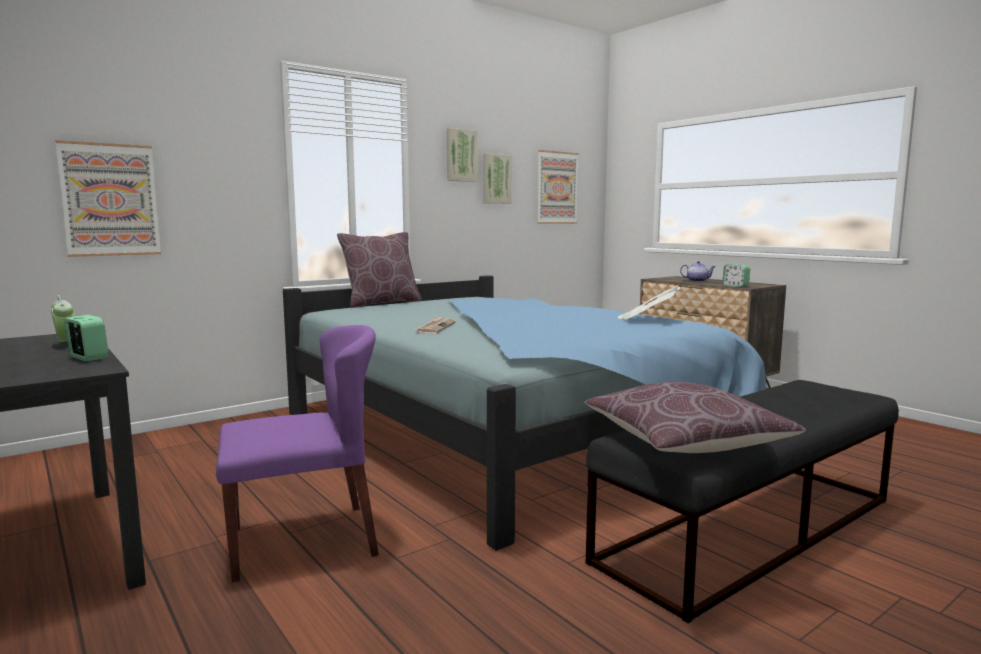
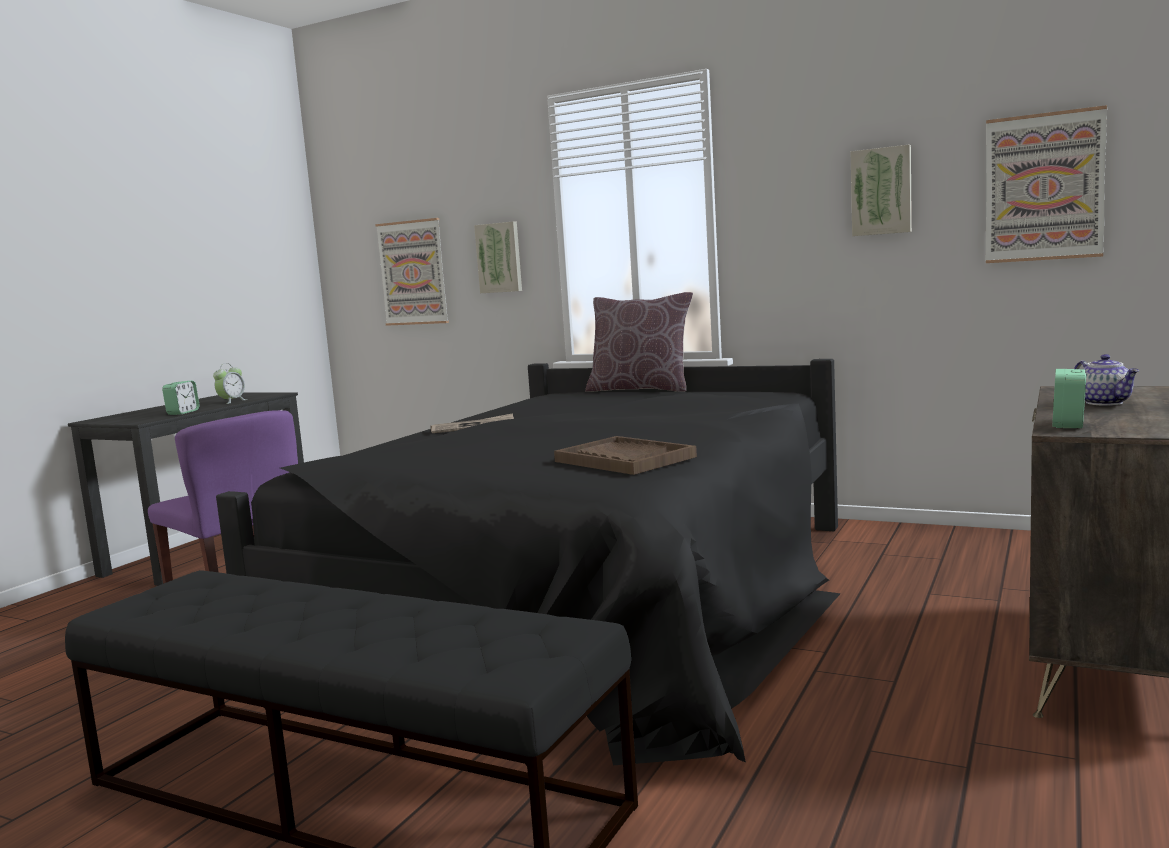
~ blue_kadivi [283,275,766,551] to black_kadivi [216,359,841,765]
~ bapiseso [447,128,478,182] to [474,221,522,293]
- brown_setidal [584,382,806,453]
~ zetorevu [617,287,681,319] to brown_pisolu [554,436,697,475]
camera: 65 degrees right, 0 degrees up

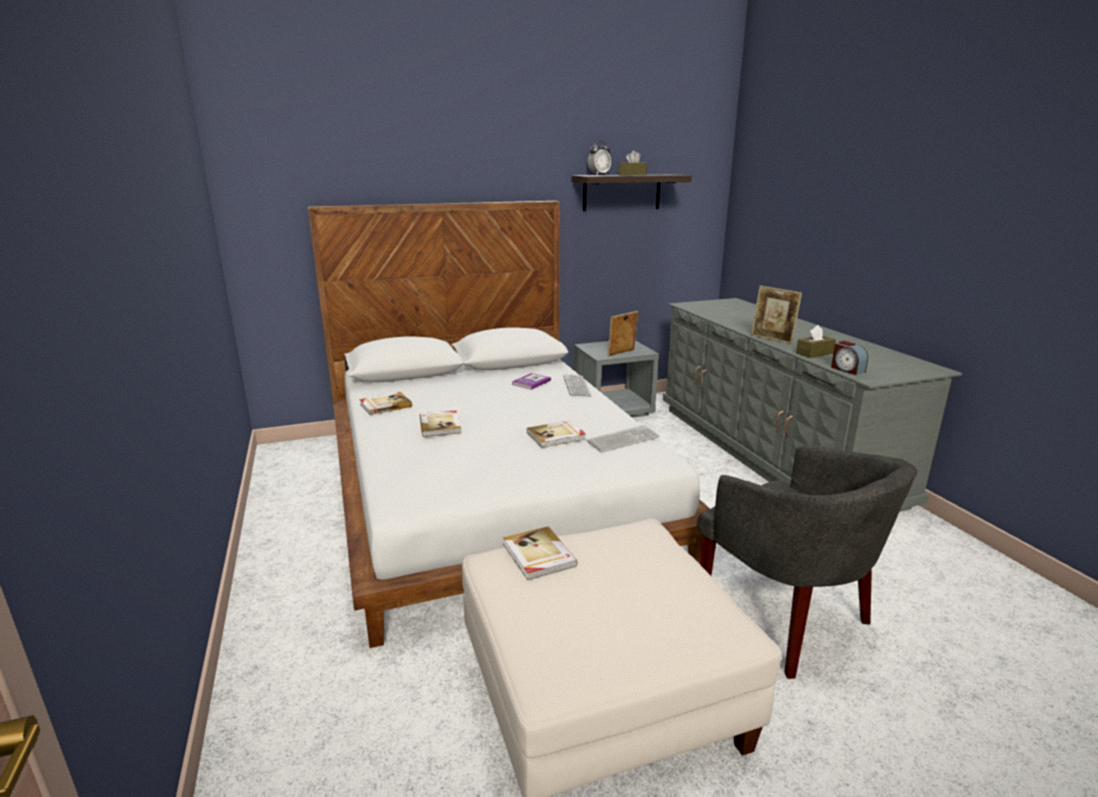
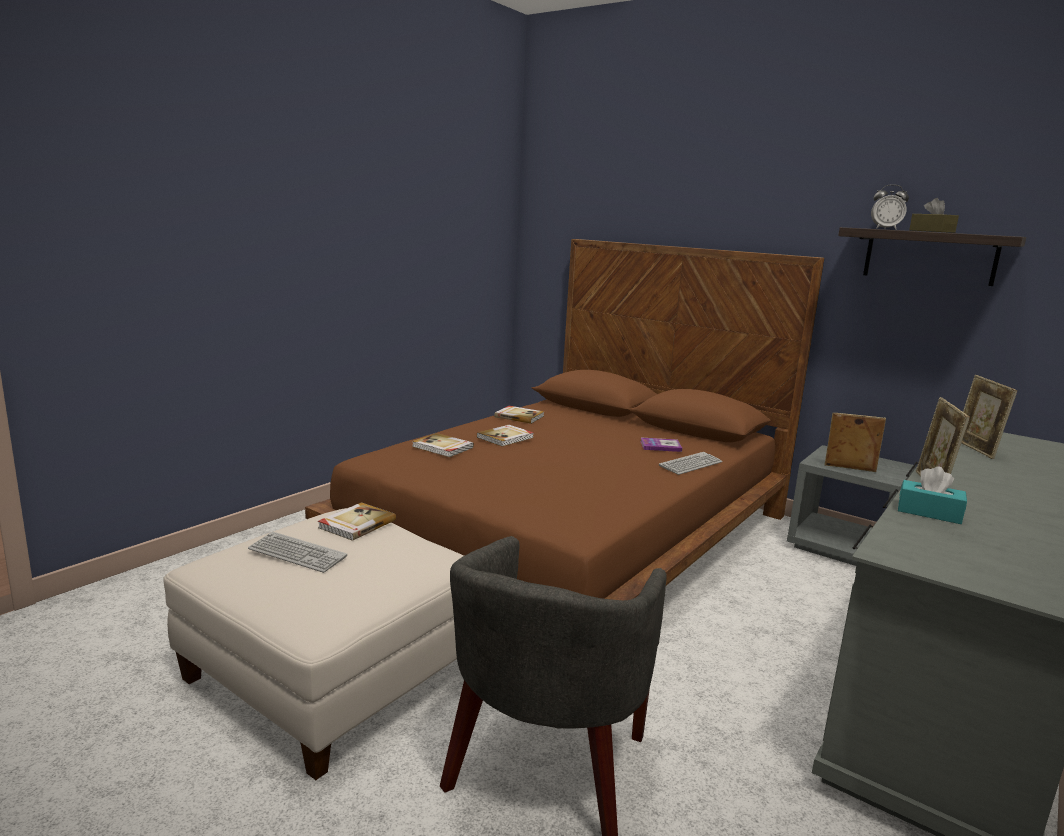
~ white_kadivi [308,201,710,648] to brown_kadivi [305,239,824,600]
~ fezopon [527,420,586,448] to [412,433,474,457]
~ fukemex [587,425,660,452] to [248,532,347,573]
~ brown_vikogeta [796,325,836,358] to turquoise_vikogeta [898,467,967,524]
- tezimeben [831,341,868,375]
+ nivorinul [961,375,1018,459]
camera: 55 degrees right, 5 degrees down

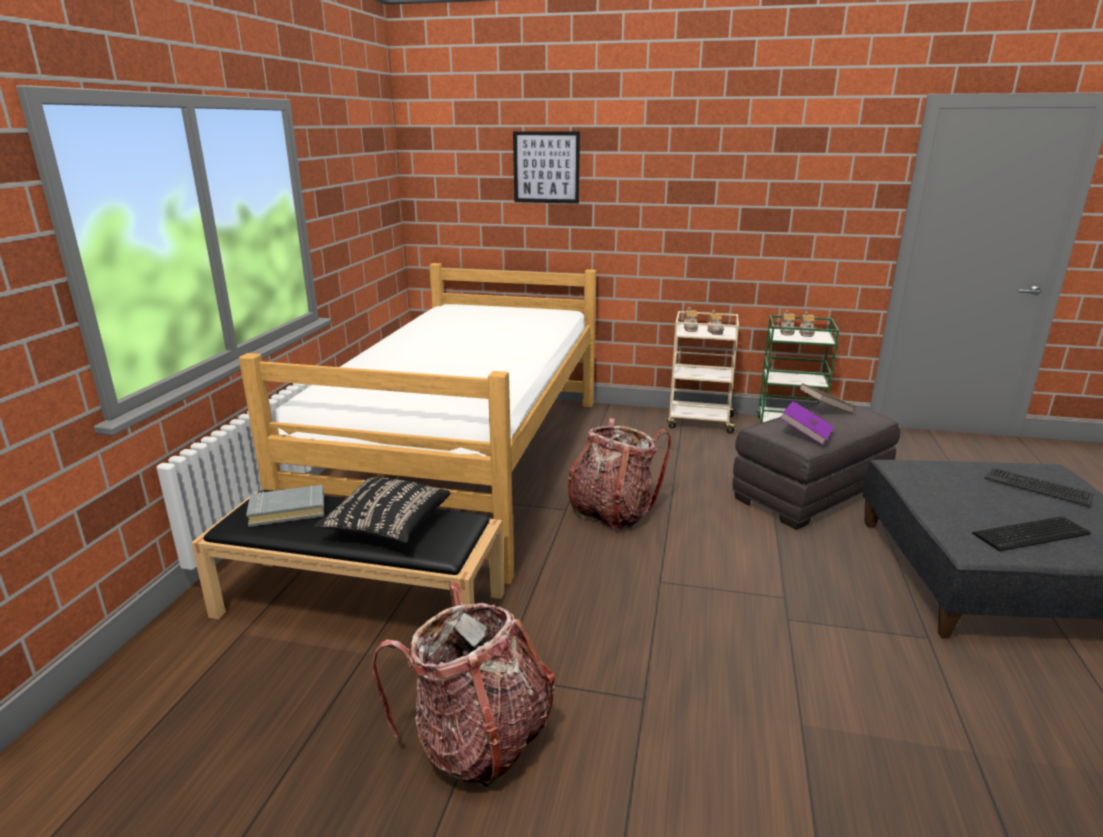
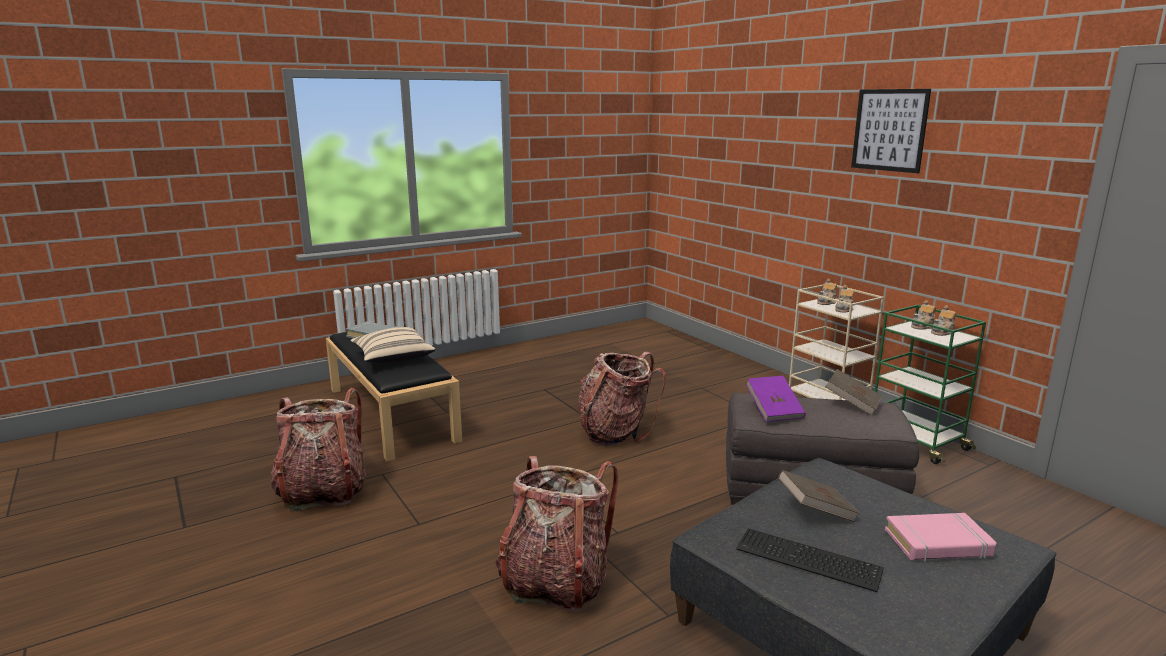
- kadivi [239,263,596,584]
~ black_setidal [314,477,451,543] to beige_setidal [350,327,435,363]
~ bapiseso [513,131,580,204] to [851,89,931,173]
~ fukemex [984,467,1094,507] to pink_fezopon [885,513,996,561]
+ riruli [495,456,618,611]
+ brown_fezopon [778,470,860,522]
camera: 45 degrees right, 5 degrees down

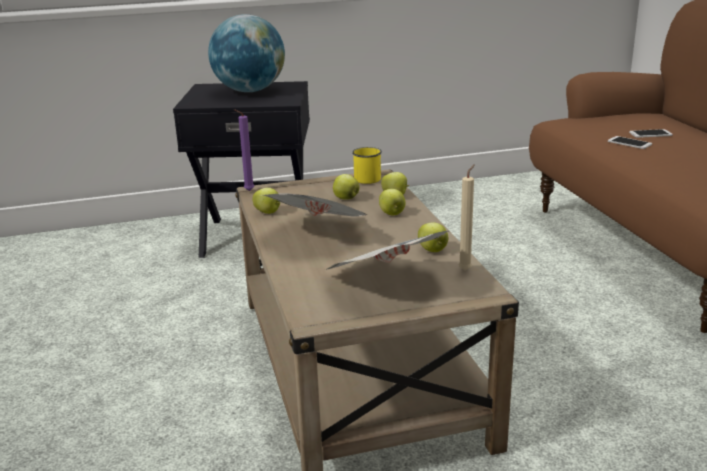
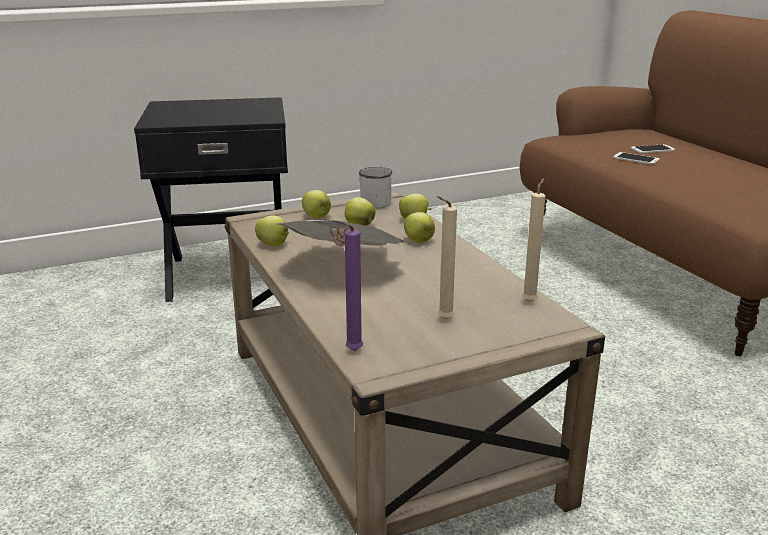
- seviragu [208,14,285,92]
~ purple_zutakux [234,109,254,191] to [340,221,363,351]
~ zetorevu [326,231,449,270] to beige_zutakux [437,196,457,320]
~ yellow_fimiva [352,147,382,184] to white_fimiva [359,167,393,209]
~ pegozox [418,222,448,252] to [302,190,331,218]
camera: 10 degrees left, 0 degrees up

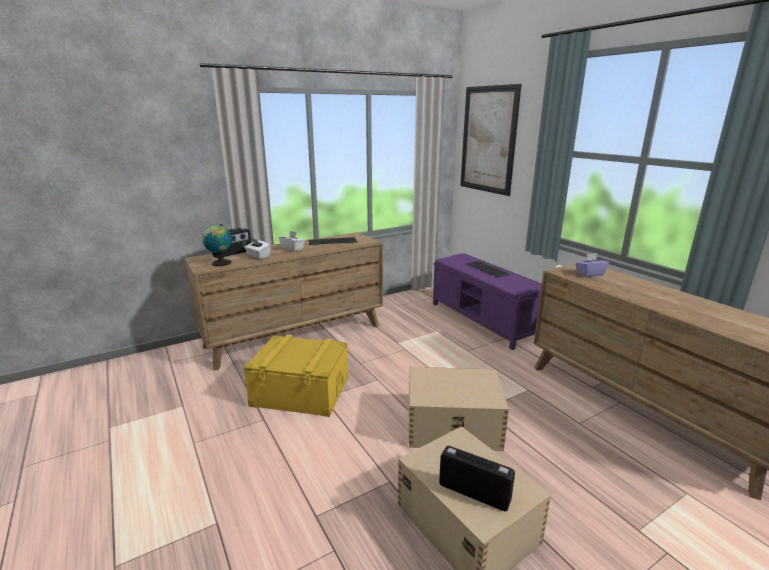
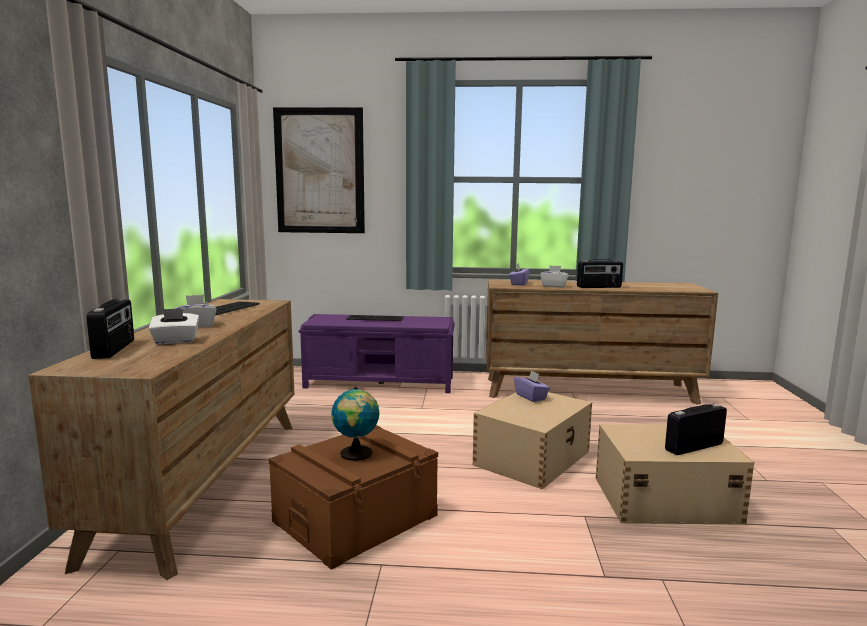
~ seviragu [202,224,232,266] to [331,387,380,461]
~ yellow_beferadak [243,335,348,417] to brown_beferadak [269,425,438,570]
+ purple_vikogeta [514,370,550,402]
+ white_vikogeta [540,265,568,288]
+ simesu [577,259,623,288]
camera: 55 degrees left, 10 degrees down

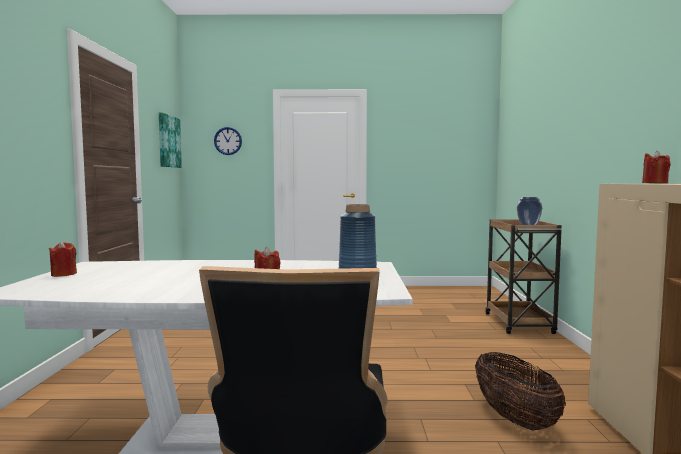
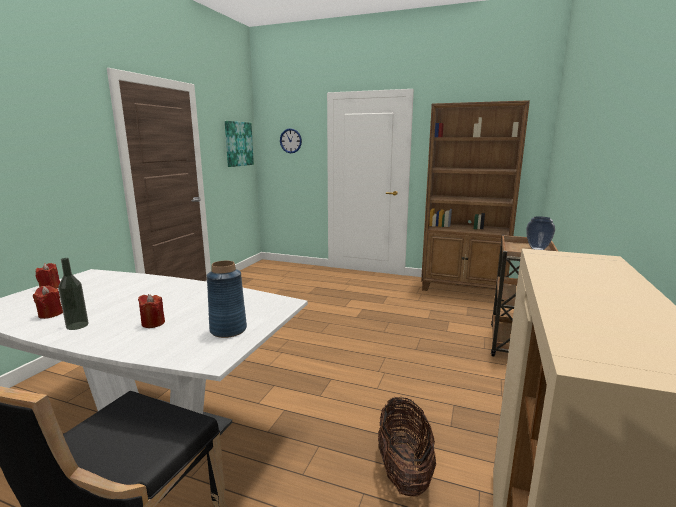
~ red_zutakux [642,151,671,183] to [32,286,63,319]
+ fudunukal [58,258,89,330]
+ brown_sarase [421,100,530,291]
camera: 20 degrees right, 10 degrees up

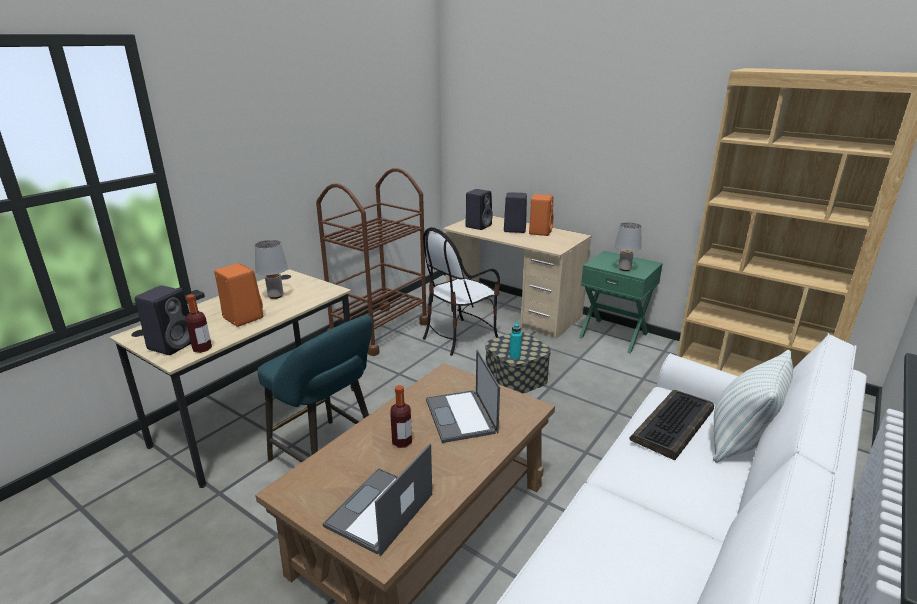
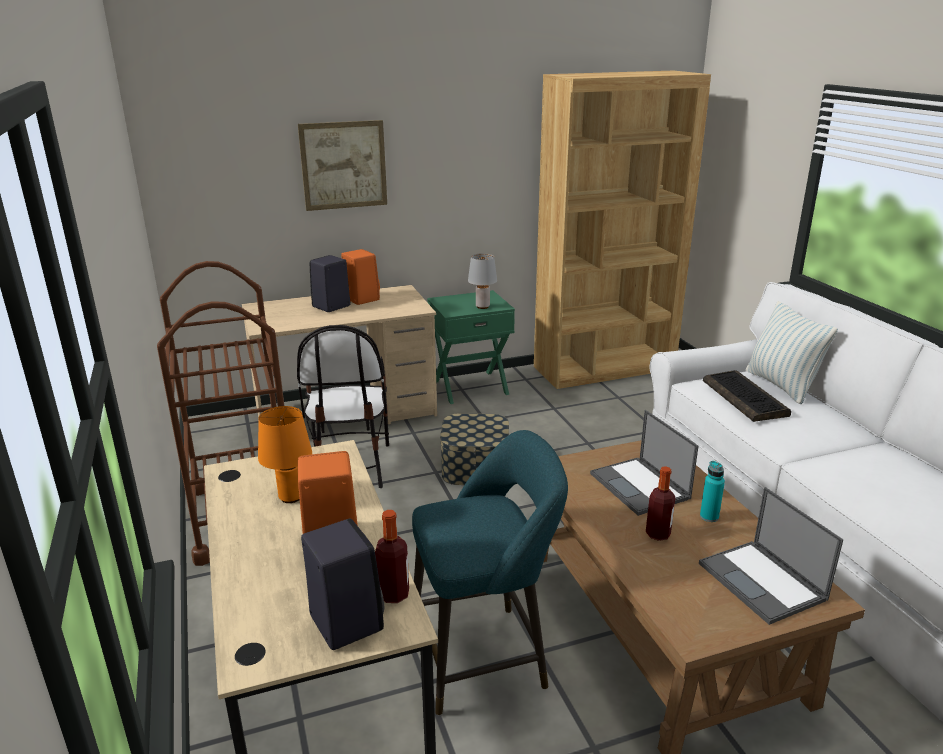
~ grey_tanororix [255,240,288,299] to orange_tanororix [258,406,312,503]
~ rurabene [426,350,500,443] = [590,410,699,516] 45 degrees clockwise
- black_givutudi [465,189,493,230]
~ turquoise_fudunukal [509,322,522,360] to [700,461,725,522]
+ bapiseso [298,120,387,211]
camera: 55 degrees left, 0 degrees up

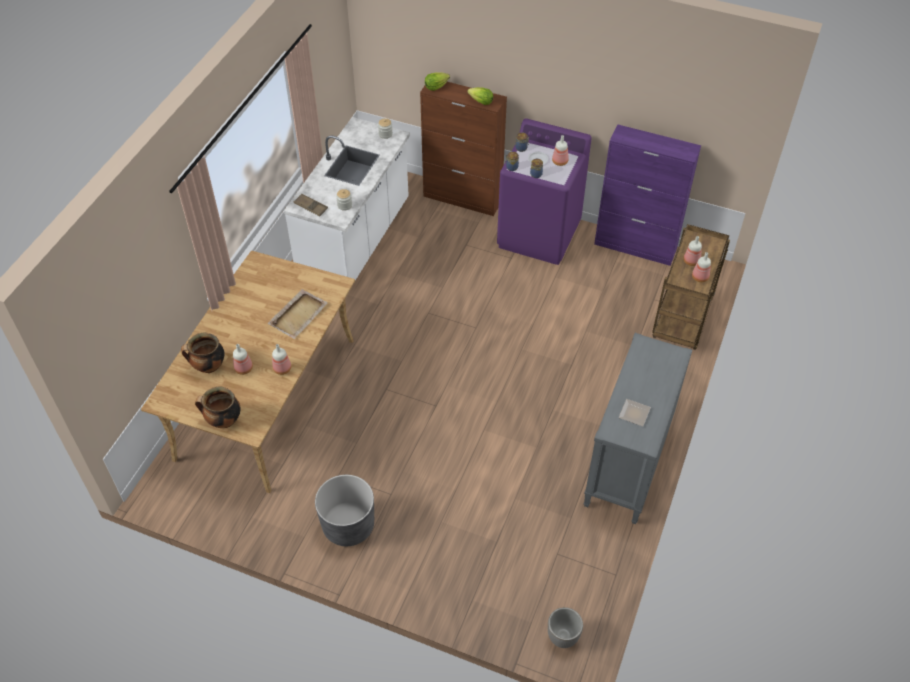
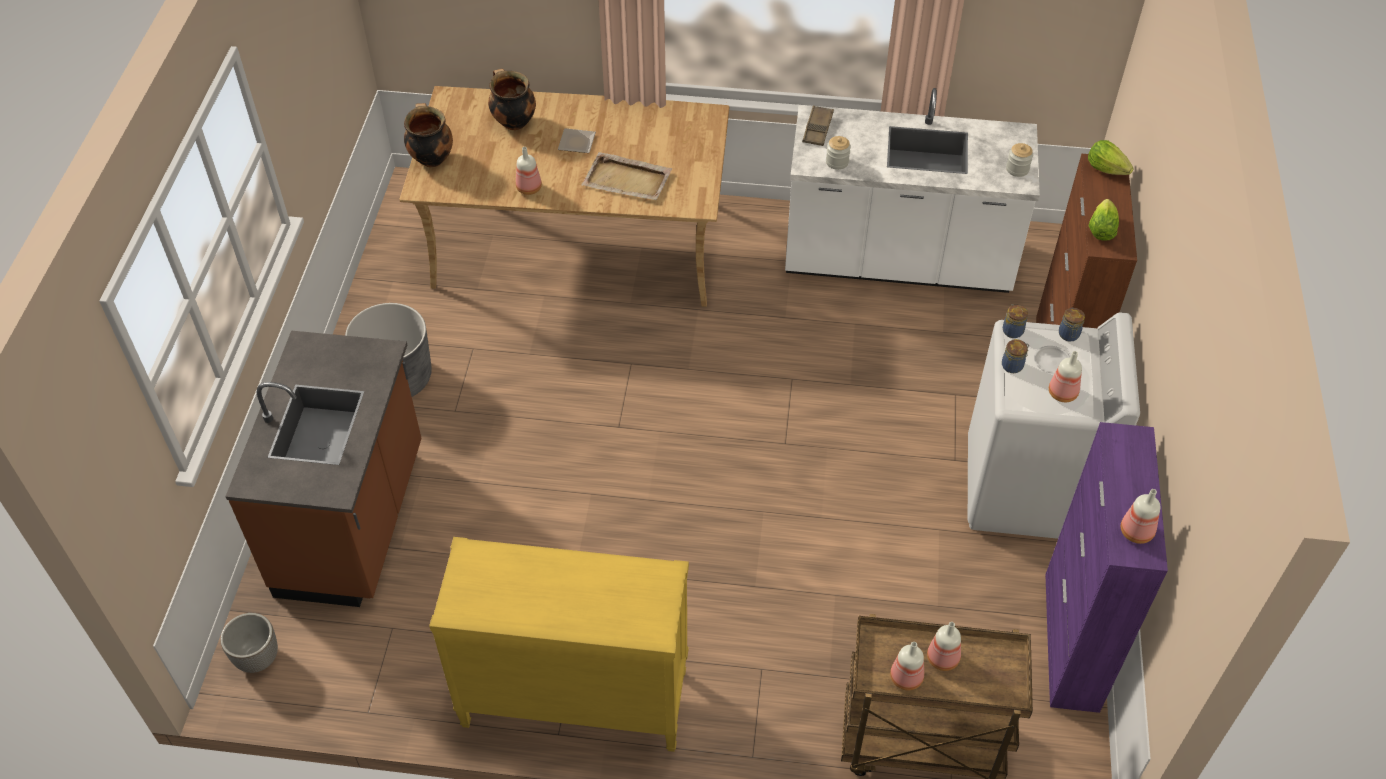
~ fudunukal [233,344,253,375] to [1121,489,1160,544]
~ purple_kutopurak [497,119,592,265] to white_kutopurak [968,312,1140,539]
~ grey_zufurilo [584,333,692,524] to yellow_zufurilo [429,537,689,752]
~ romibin [618,399,651,426] to [558,128,596,153]
+ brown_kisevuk [225,331,422,607]
camera: 75 degrees right, 0 degrees up

